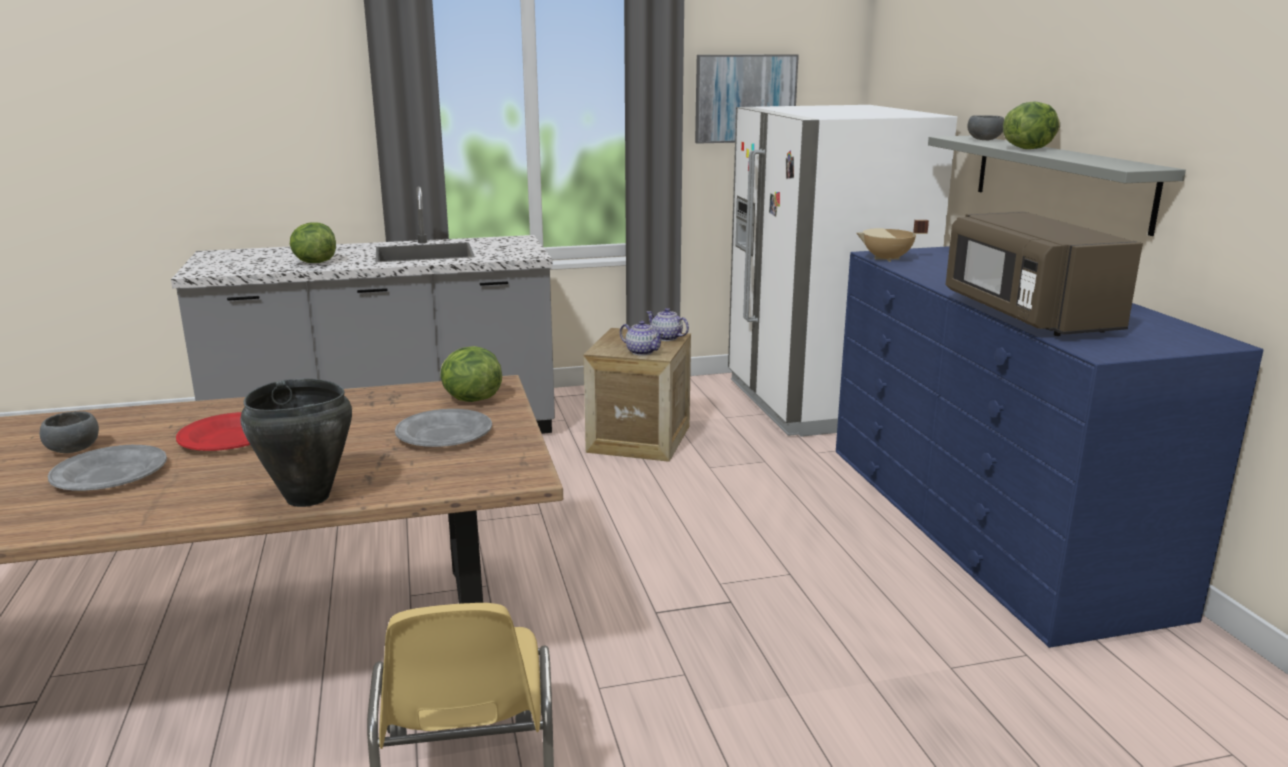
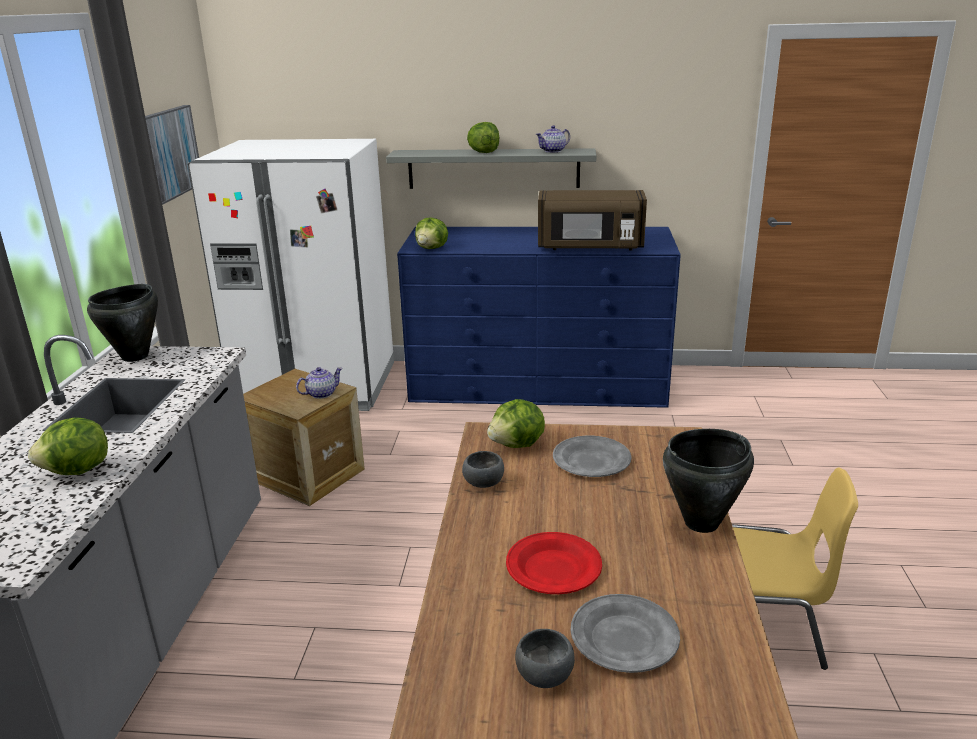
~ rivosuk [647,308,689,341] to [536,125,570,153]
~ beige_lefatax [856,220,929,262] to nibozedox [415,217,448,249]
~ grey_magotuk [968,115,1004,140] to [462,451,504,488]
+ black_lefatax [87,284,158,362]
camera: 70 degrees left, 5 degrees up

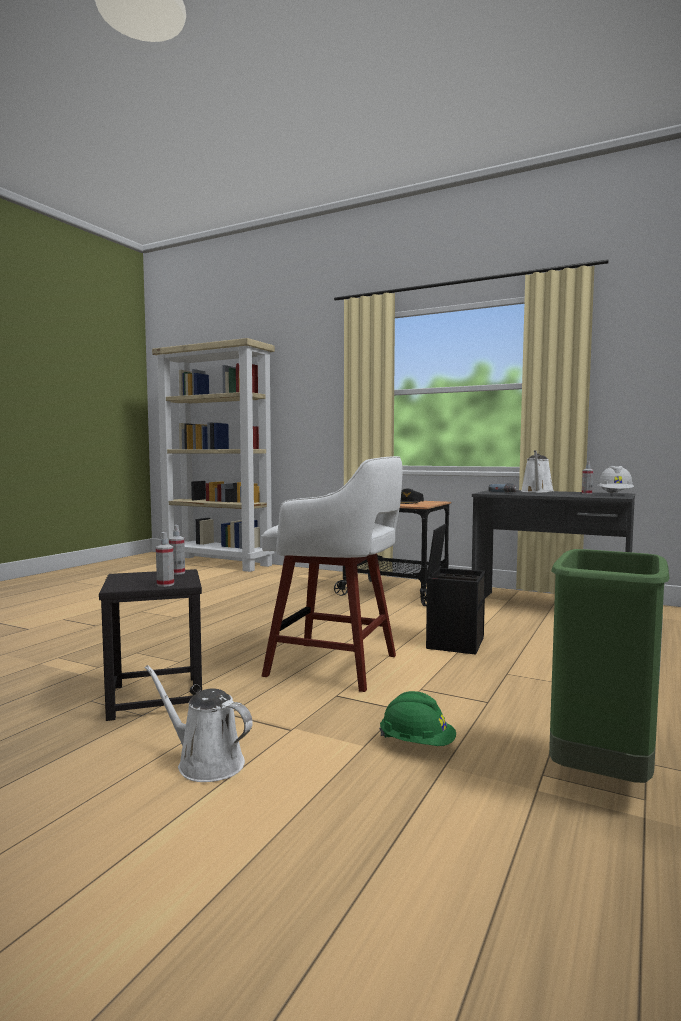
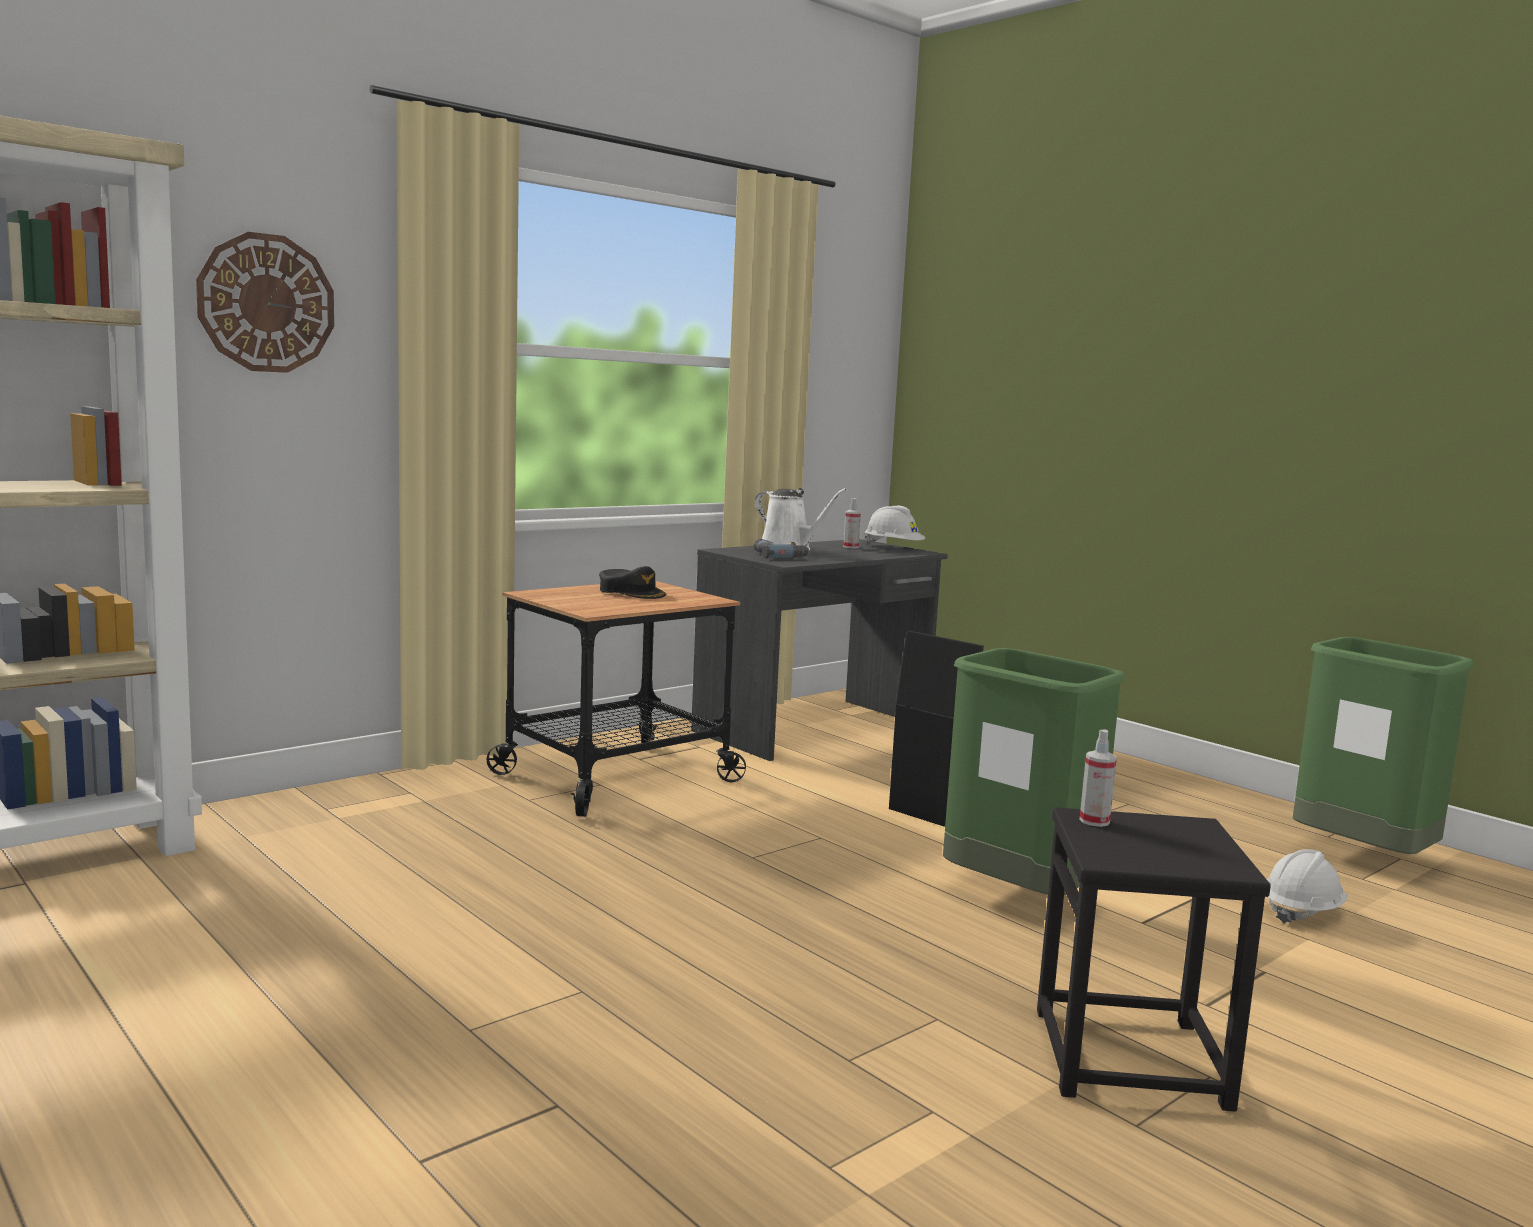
- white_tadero [145,665,253,782]
- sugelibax [156,532,174,587]
~ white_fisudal [262,456,402,692] to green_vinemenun [943,648,1125,895]
~ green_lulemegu [379,691,456,746] to white_lulemegu [1267,849,1348,924]
+ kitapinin [196,232,334,373]
camera: 70 degrees left, 5 degrees up

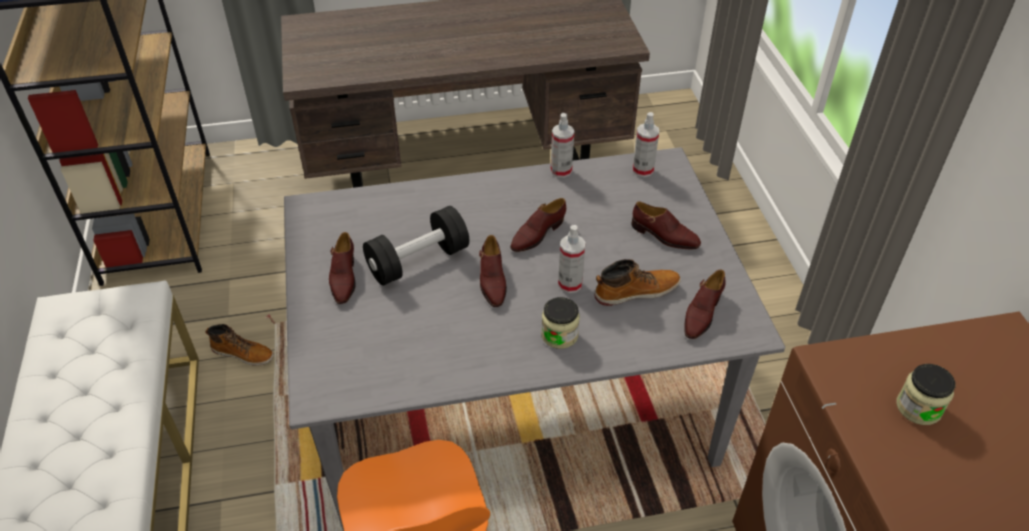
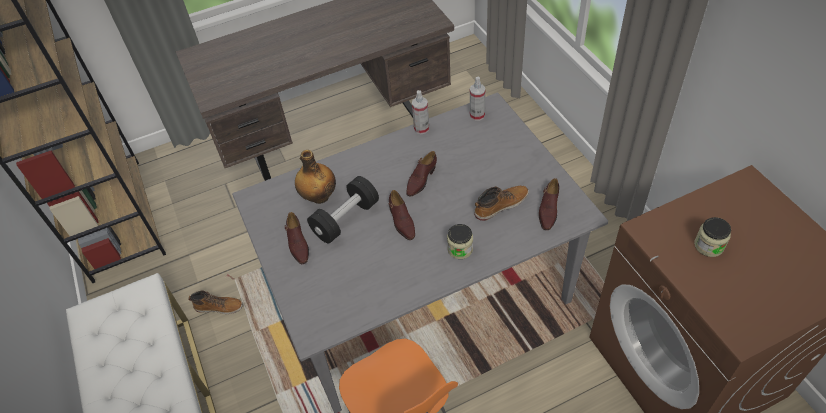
- sugelibax [558,225,585,293]
- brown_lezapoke [631,202,701,249]
+ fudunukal [295,150,336,204]
camera: 10 degrees left, 5 degrees up

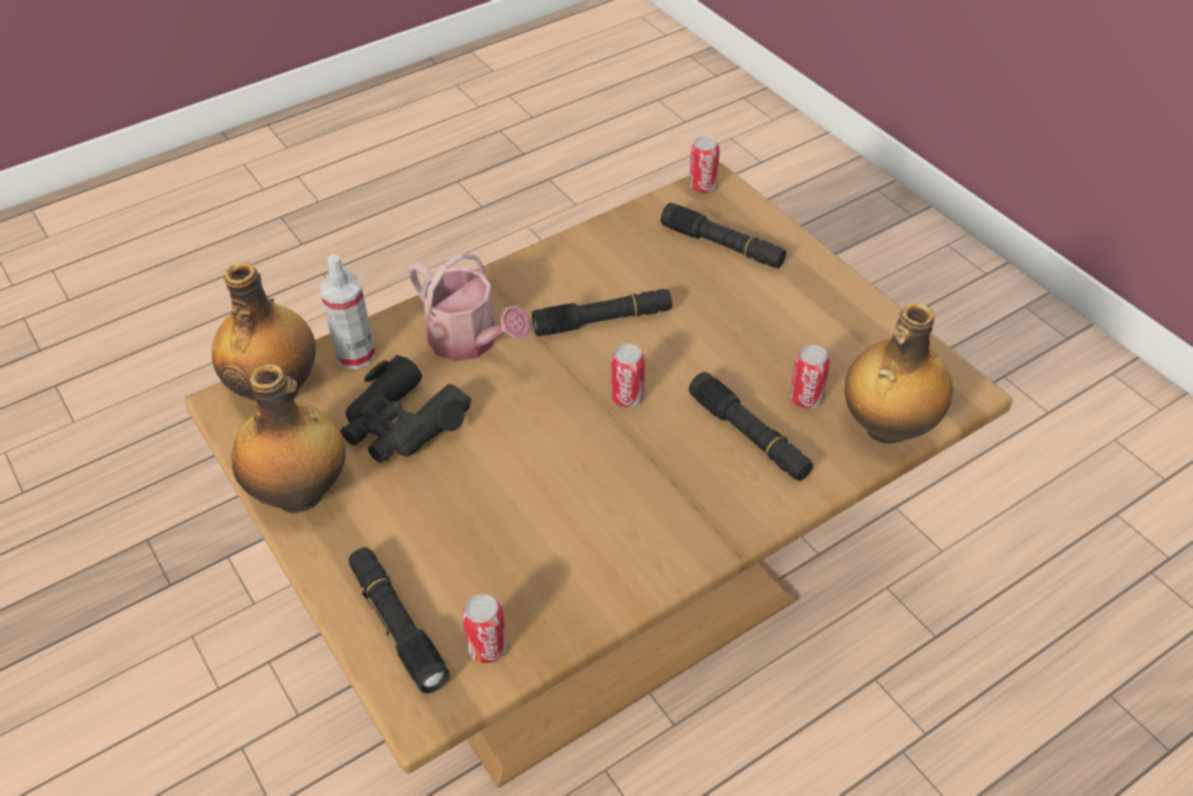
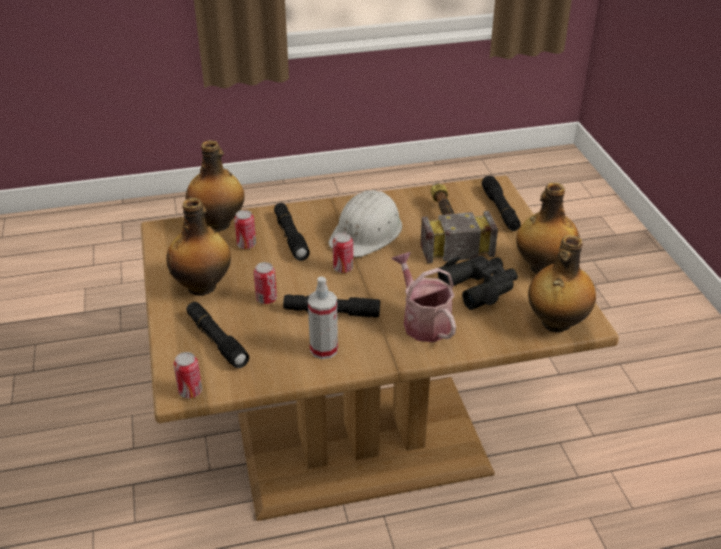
~ sugelibax [320,254,376,369] to [308,276,338,359]
~ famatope [462,594,507,663] to [254,262,277,304]
+ fudunukal [166,198,231,296]
+ white_lulemegu [328,190,402,257]
+ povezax [420,183,498,263]
camera: 160 degrees left, 10 degrees down

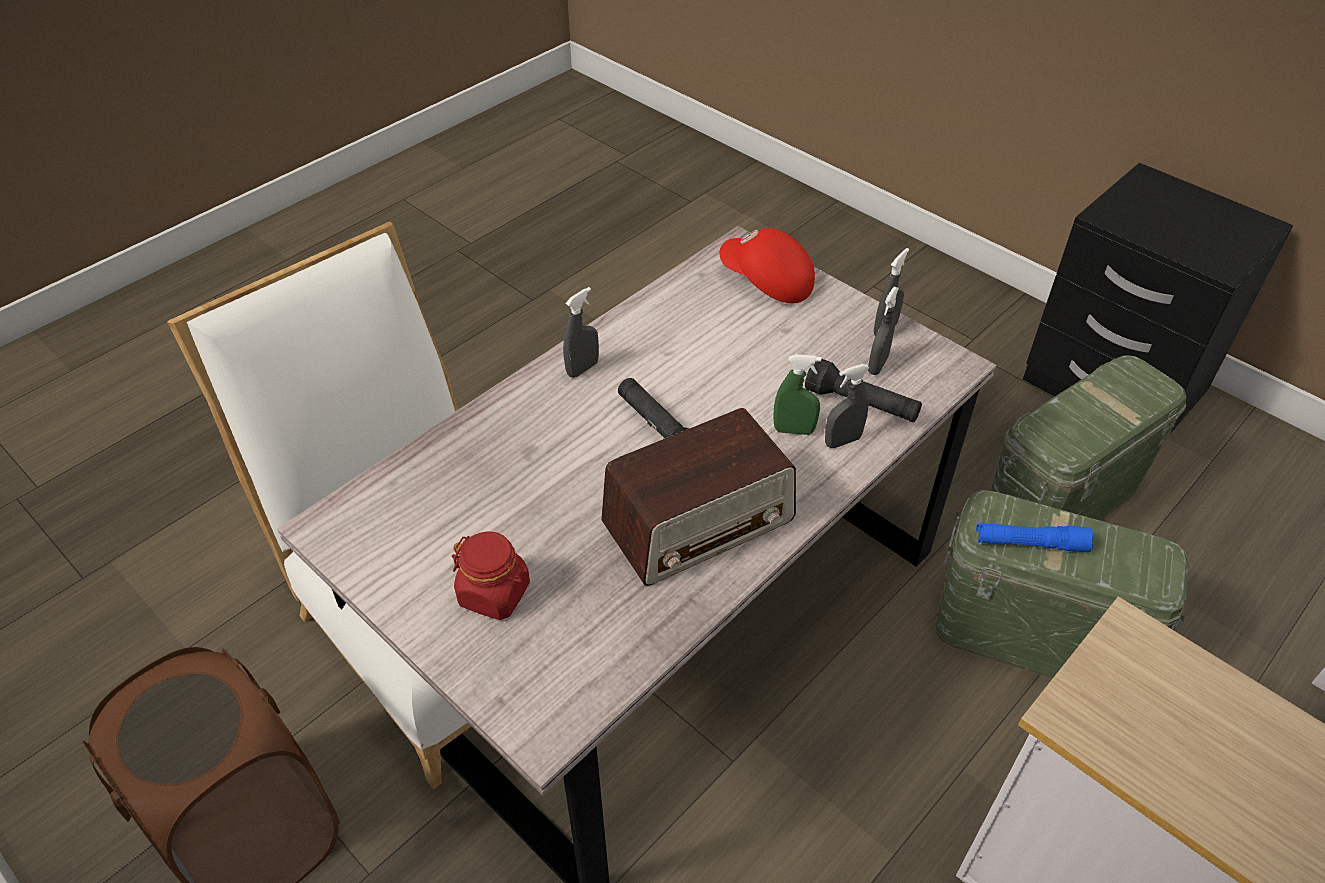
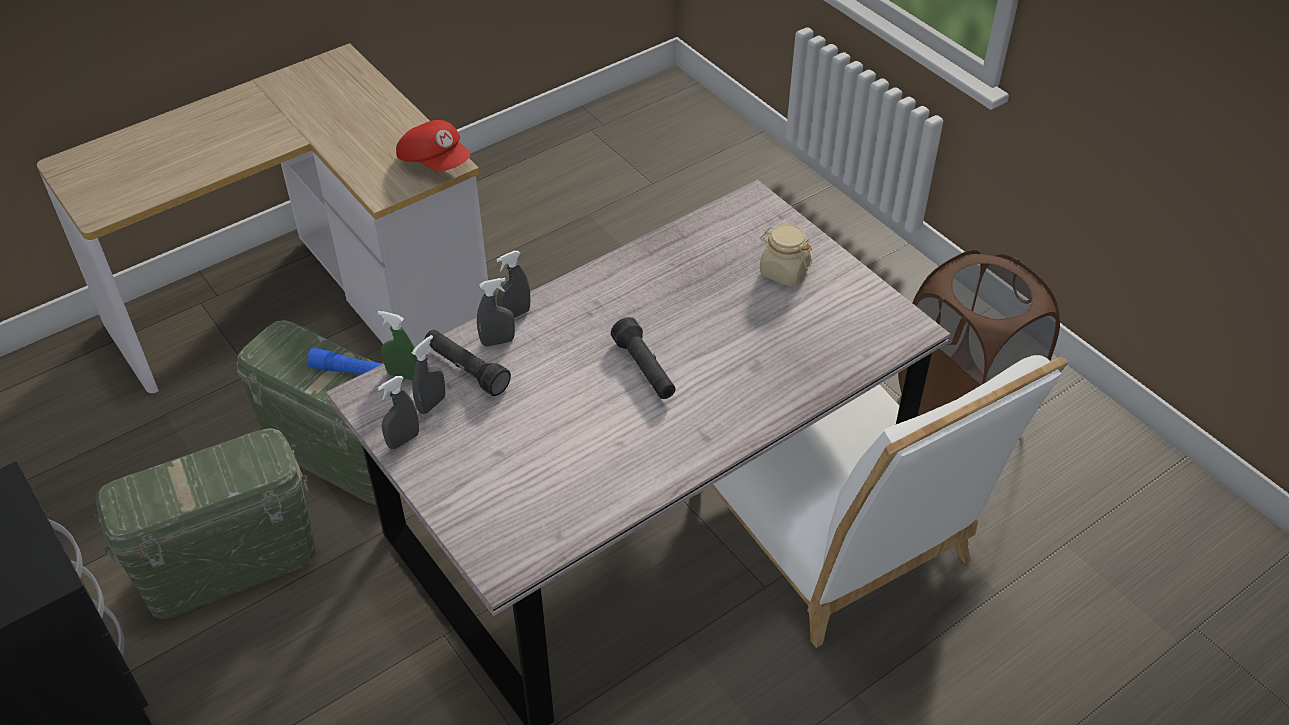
~ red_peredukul [452,531,530,620] to beige_peredukul [760,224,812,286]
~ grey_sugelibax [563,287,599,378] to [496,251,530,318]
- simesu [601,408,796,586]
~ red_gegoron [719,228,815,303] to [396,120,471,171]
~ green_sugelibax [773,354,821,435] to [377,311,417,380]
camera: 170 degrees left, 0 degrees up

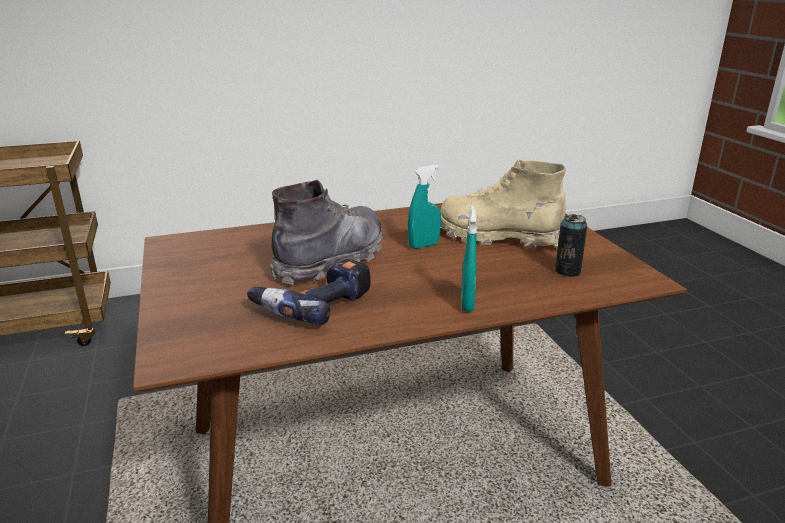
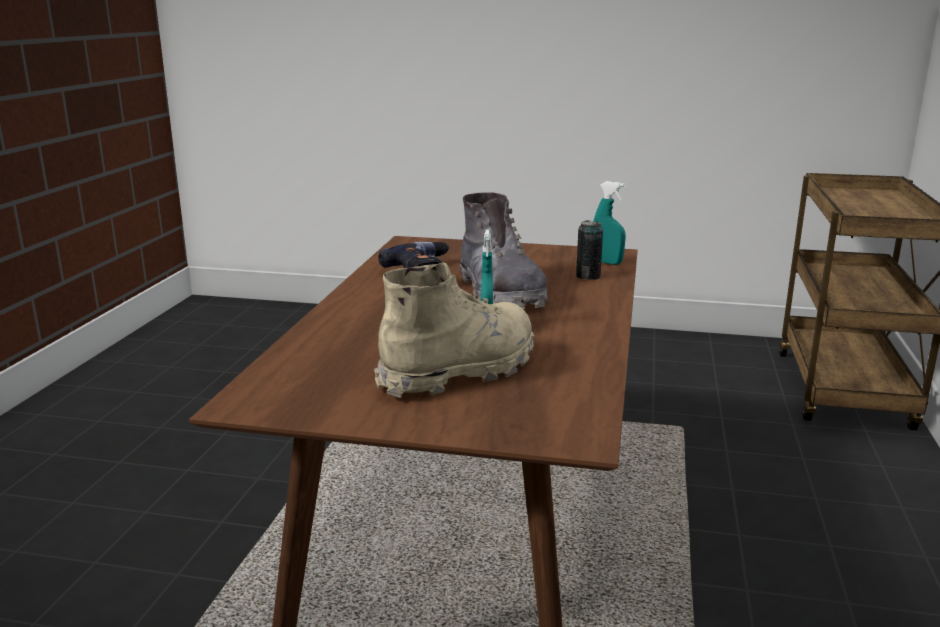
~ turquoise_sugelibax [462,205,477,312] to [593,181,626,265]
~ famatope [555,214,587,277] to [576,220,603,280]
camera: 120 degrees right, 5 degrees down

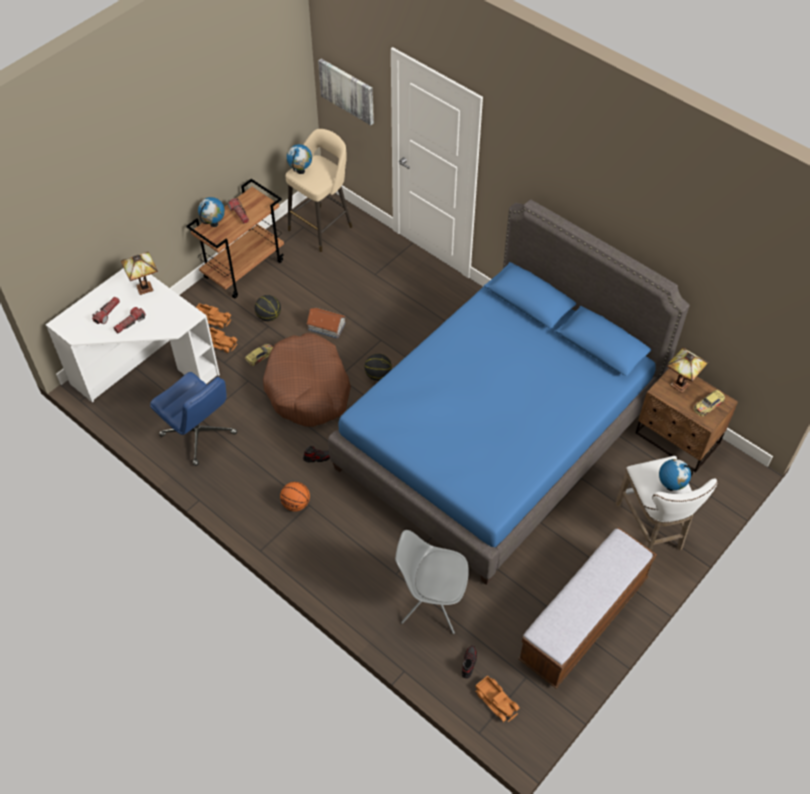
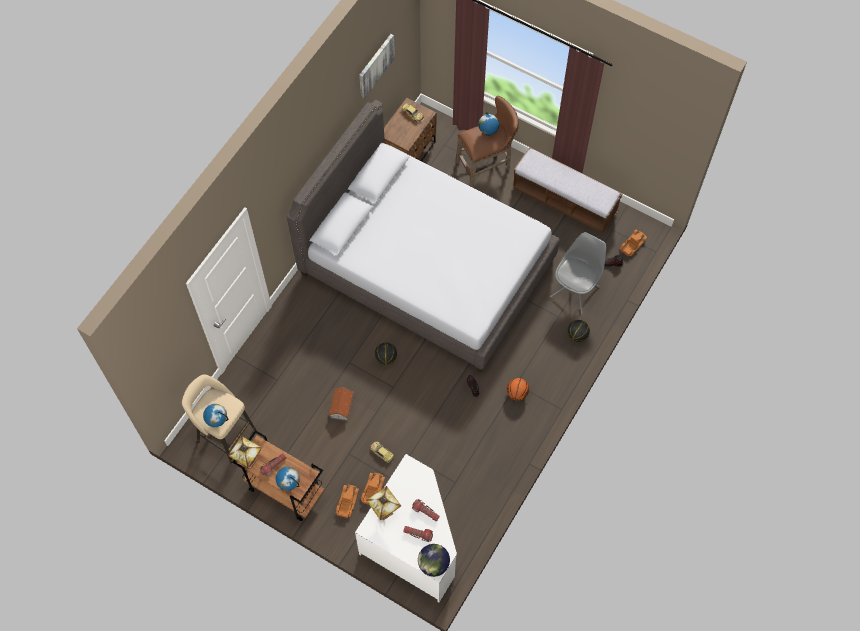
- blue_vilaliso [150,372,237,466]
~ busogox [255,295,281,321] to [568,320,590,342]
- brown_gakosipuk [263,333,351,427]
~ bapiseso [318,59,374,125] to [359,34,395,99]
~ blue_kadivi [328,200,690,585] to grey_kadivi [287,100,560,373]
~ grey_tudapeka [395,530,469,634] = [550,232,606,315] 150 degrees counterclockwise
~ white_fisudal [615,456,718,550] to brown_fisudal [456,96,519,188]
~ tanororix [667,348,708,393] to [228,436,262,469]
+ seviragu [418,544,450,577]
camera: 100 degrees left, 10 degrees up

